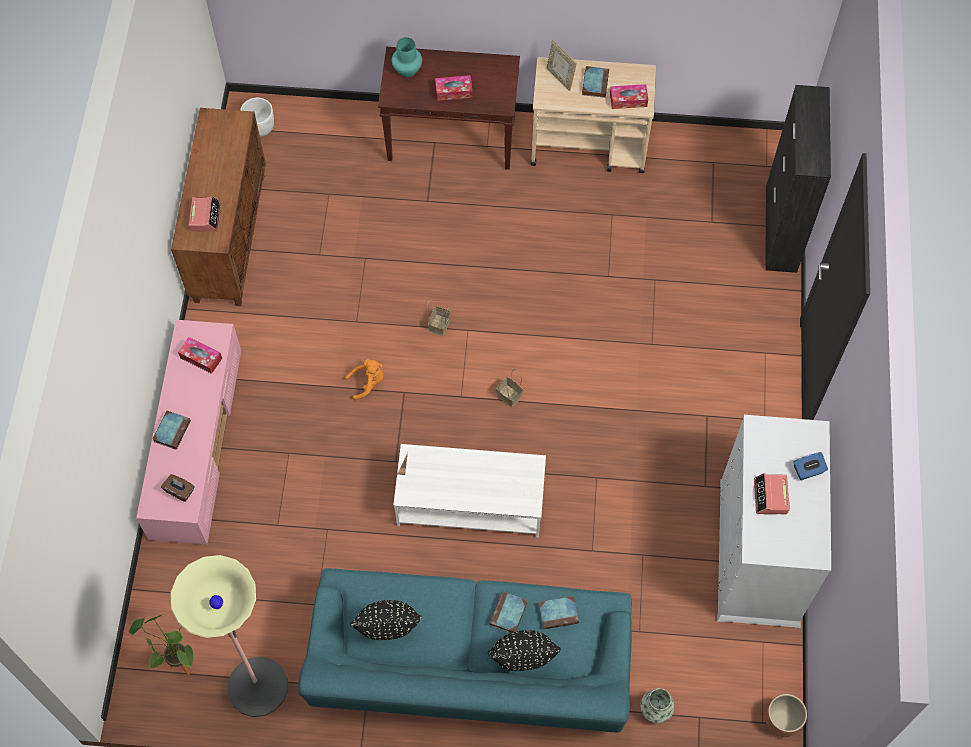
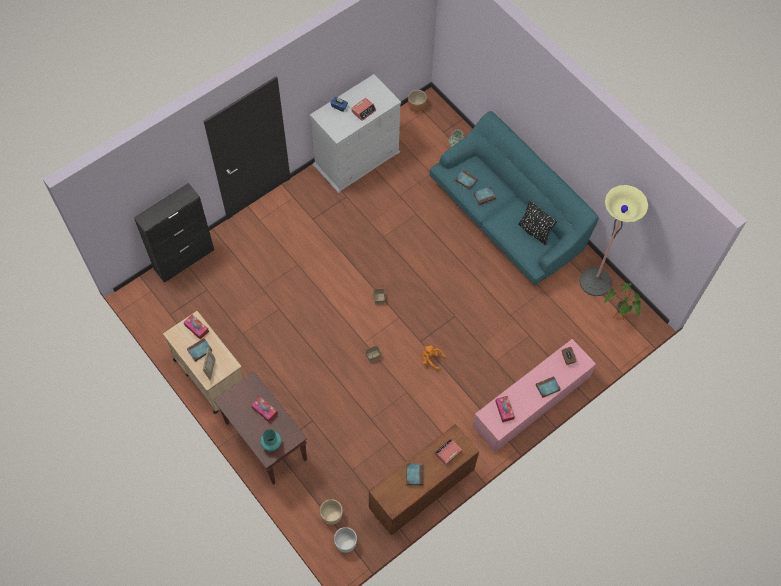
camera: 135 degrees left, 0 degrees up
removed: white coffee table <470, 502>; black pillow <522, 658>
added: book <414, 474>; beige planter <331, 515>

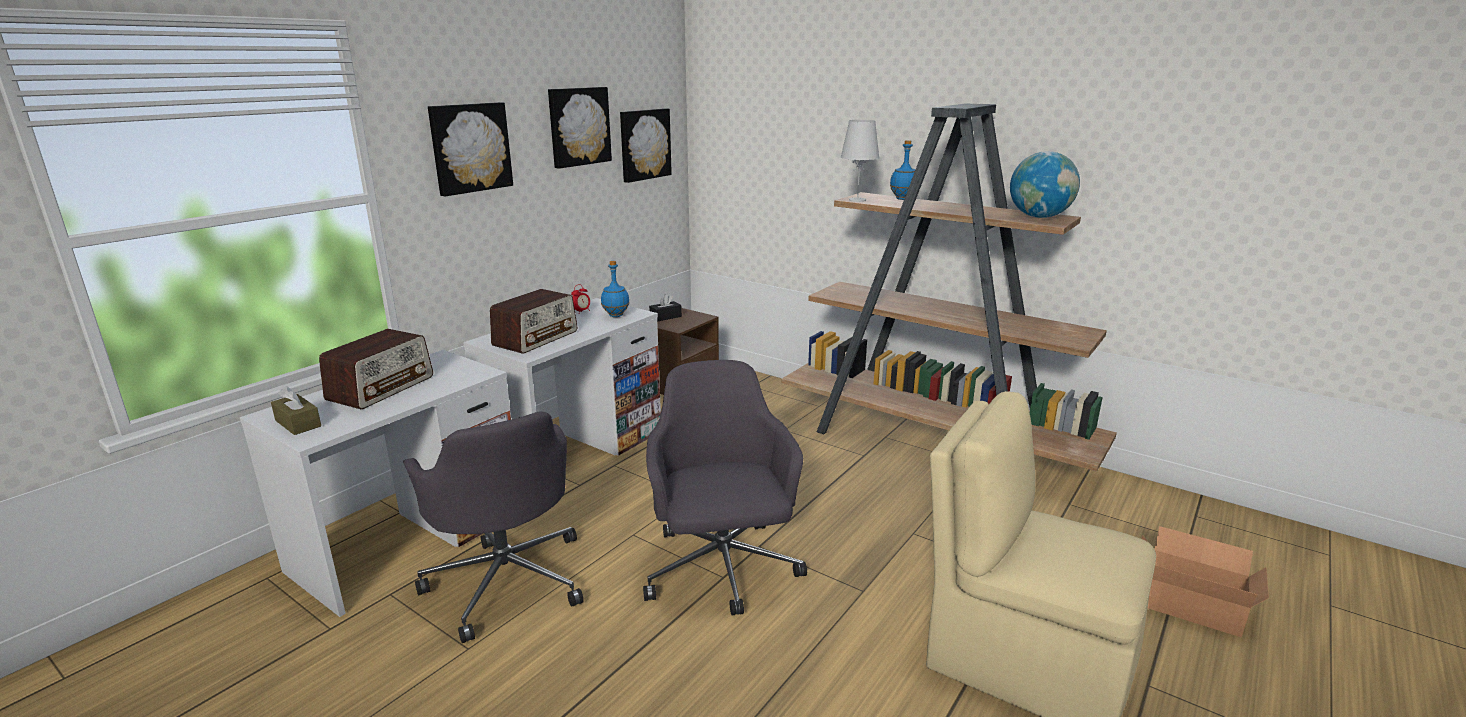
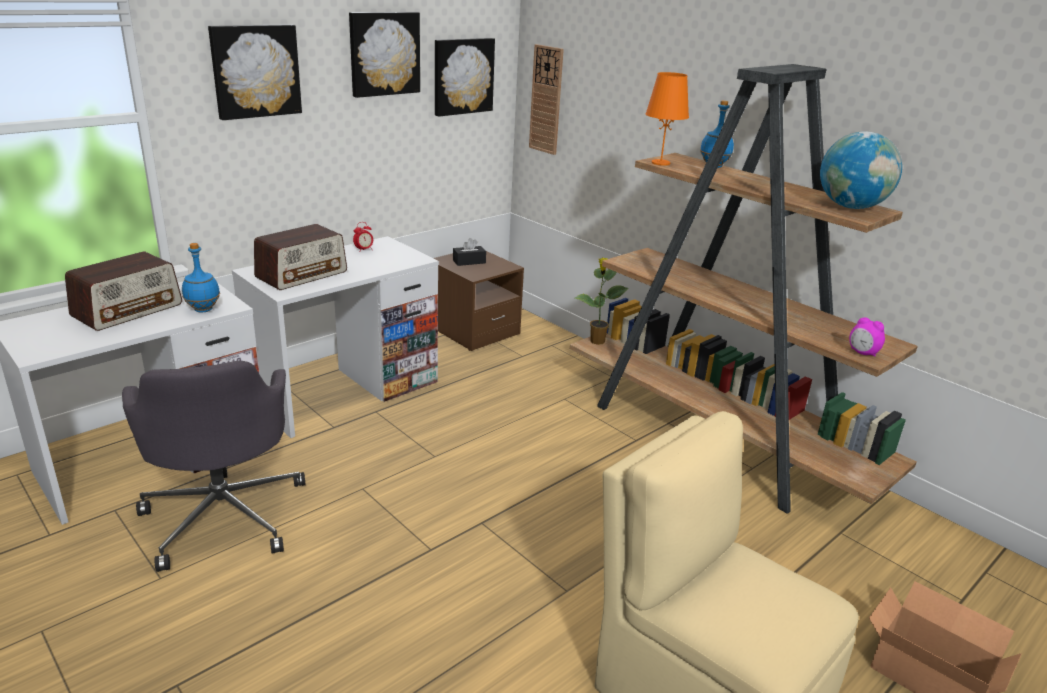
camera: 10 degrees right, 5 degrees up
removed: grey office chair <722, 569>; brown tissue box <298, 423>
added: wall clock <546, 100>; potted plant <597, 341>; alarm clock <862, 353>
moved: blue bottle <615, 315> to <203, 309>
recoloured: white table lamp <857, 200> to orange table lamp <661, 163>

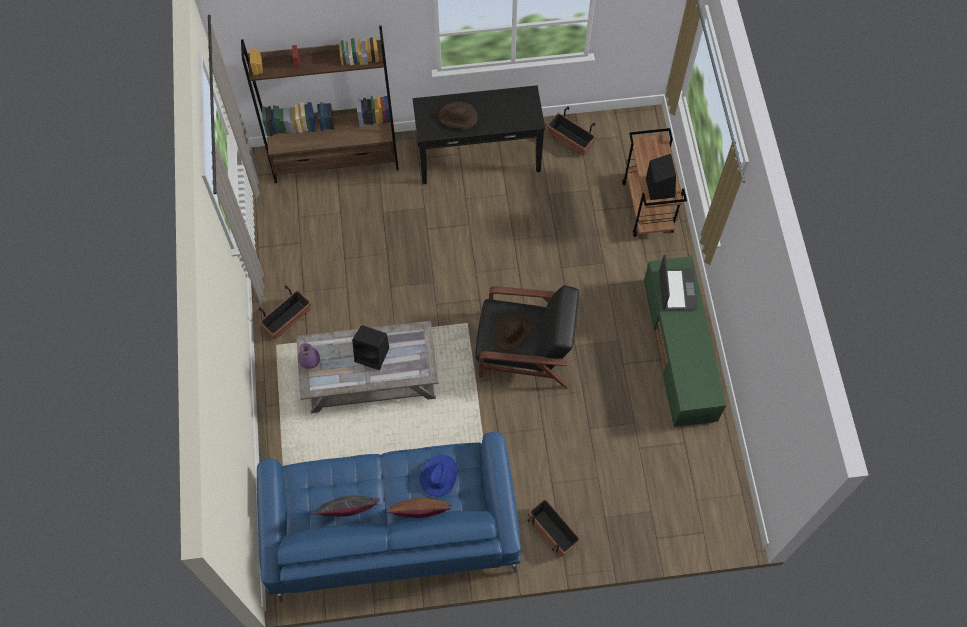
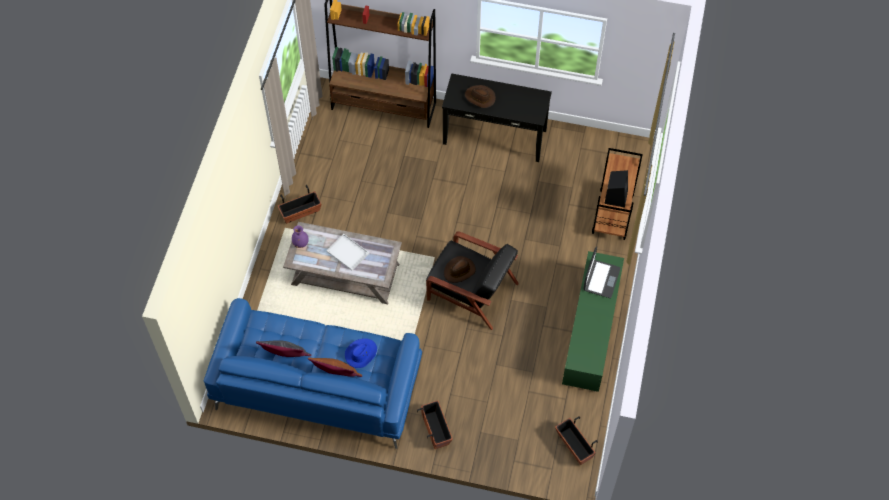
camera: 20 degrees right, 5 degrees down
moved: planter <570, 140> to <574, 446>
replaced: black speaker <373, 354> to white tray <348, 252>

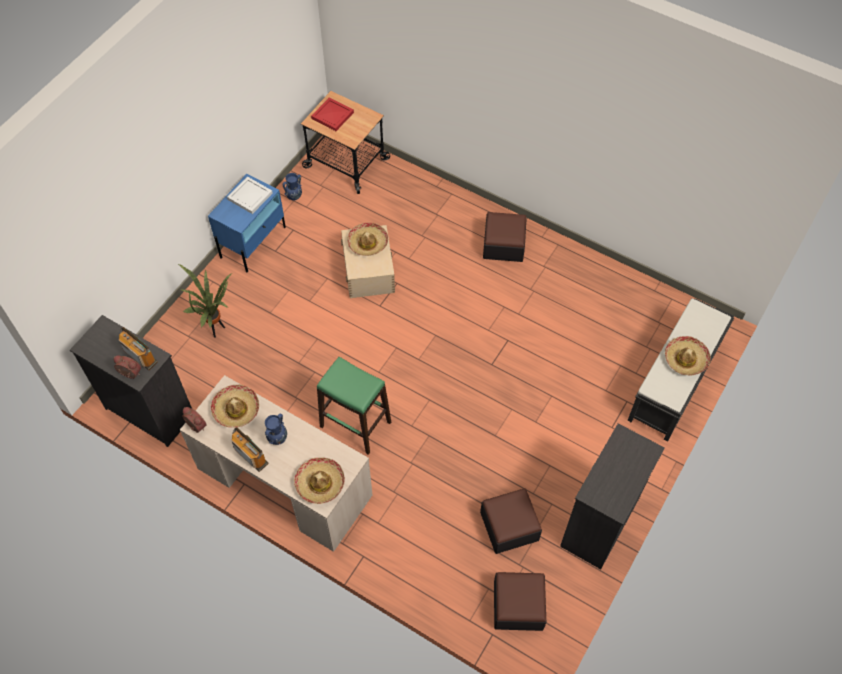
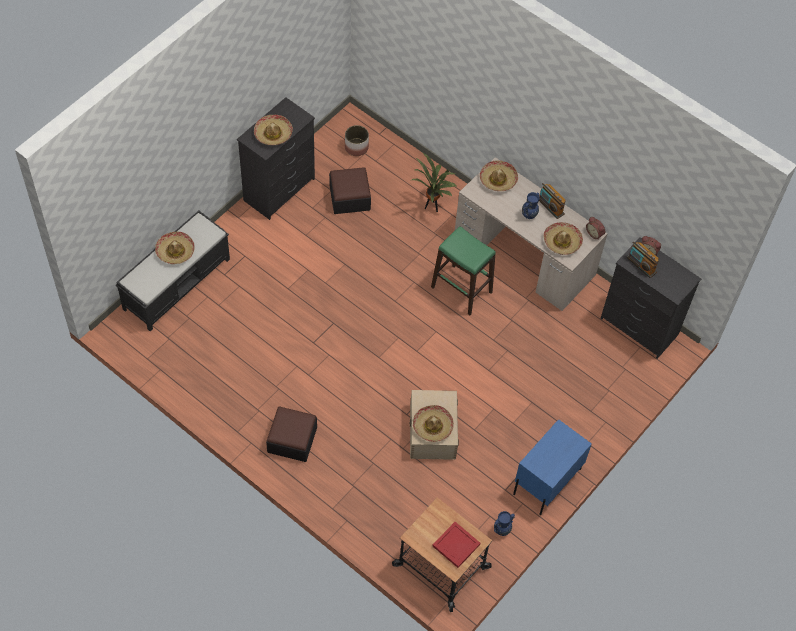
camera: 175 degrees left, 0 degrees up
removed: white tray <250, 197>
added: hat <273, 133>
moved: potted plant <216, 329> to <432, 208>
replaced: ottoman <518, 606> to planter <356, 147>

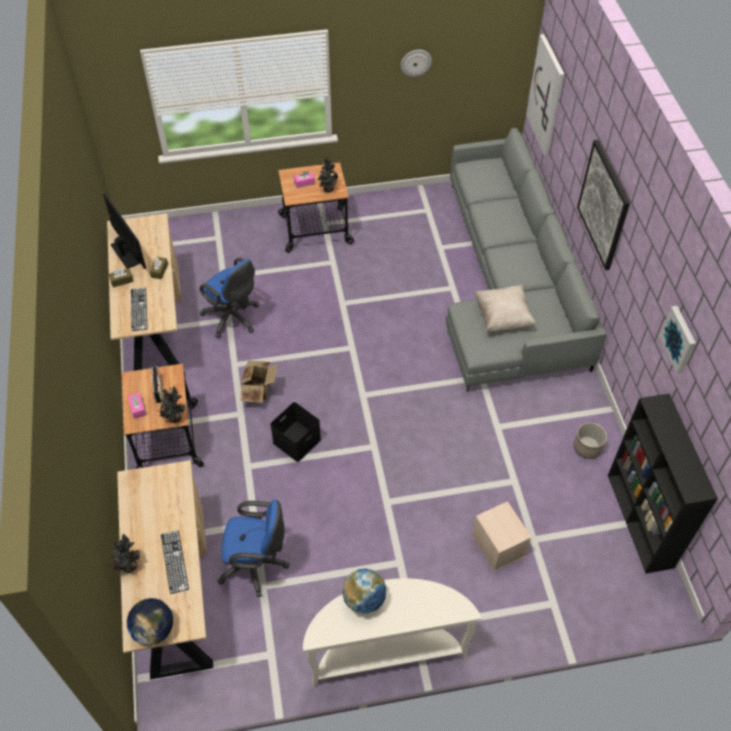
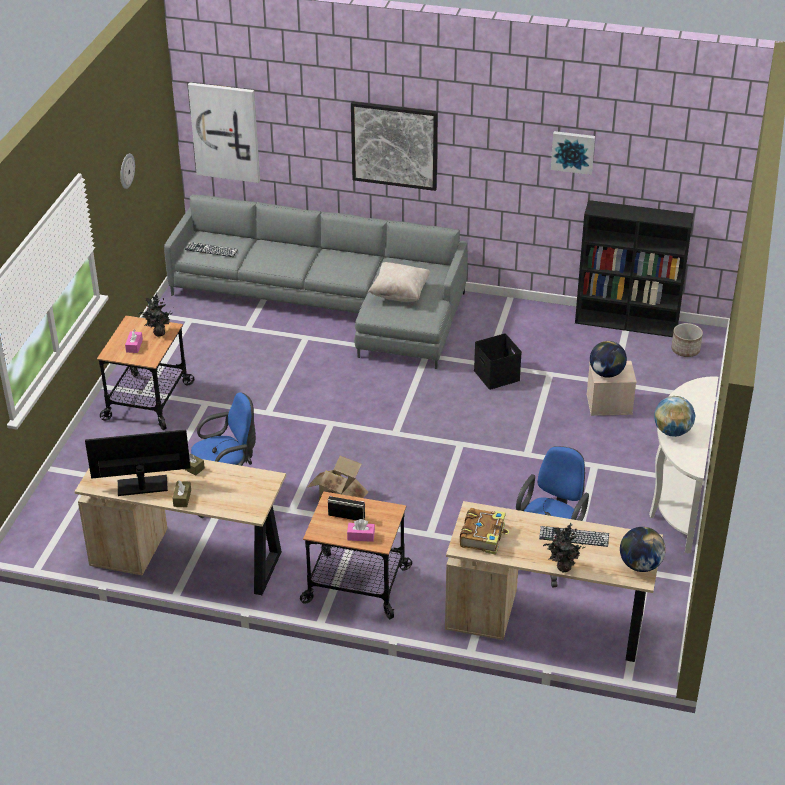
camera: 65 degrees left, 15 degrees down
removed: potted plant <174, 417>
added: globe <606, 373>; book <483, 536>
moved: keyboard <139, 309> to <211, 250>; black storage box <297, 442> to <497, 375>; planter <587, 447> to <685, 350>

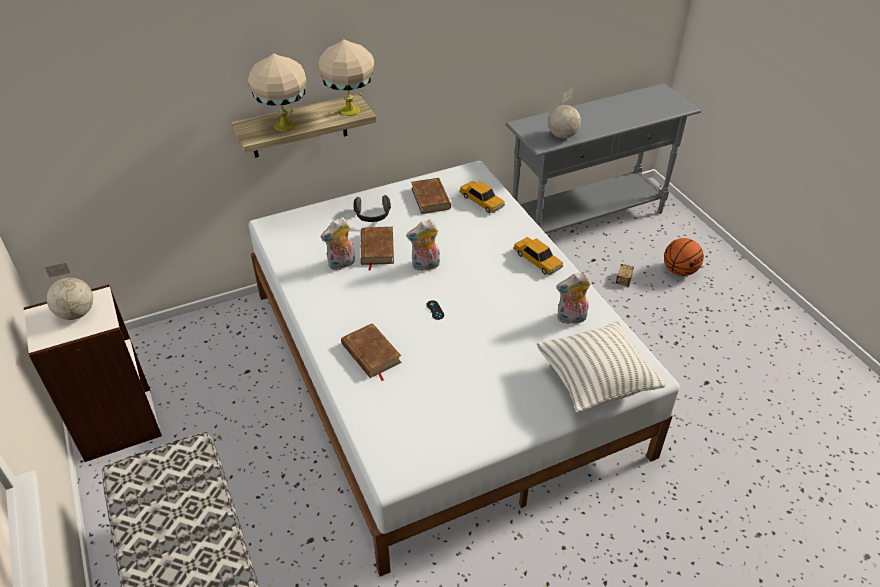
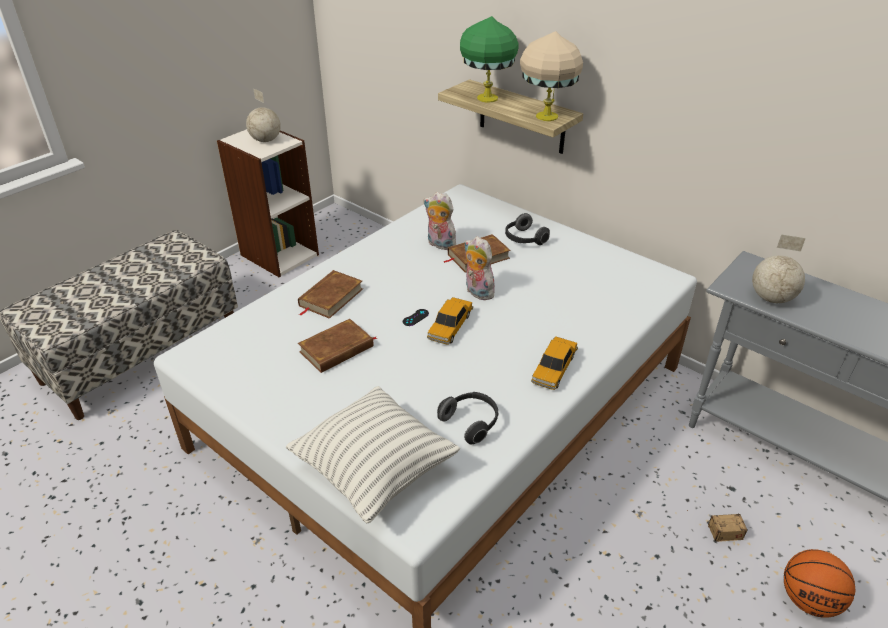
camera: 65 degrees right, 5 degrees down
moved: brown book <431, 198> to <337, 349>; toy car <481, 201> to <450, 326>
replaced: plush toy <571, 319> to headphones <471, 423>
recoloured: beige table lamp <284, 126> to green table lamp <486, 98>

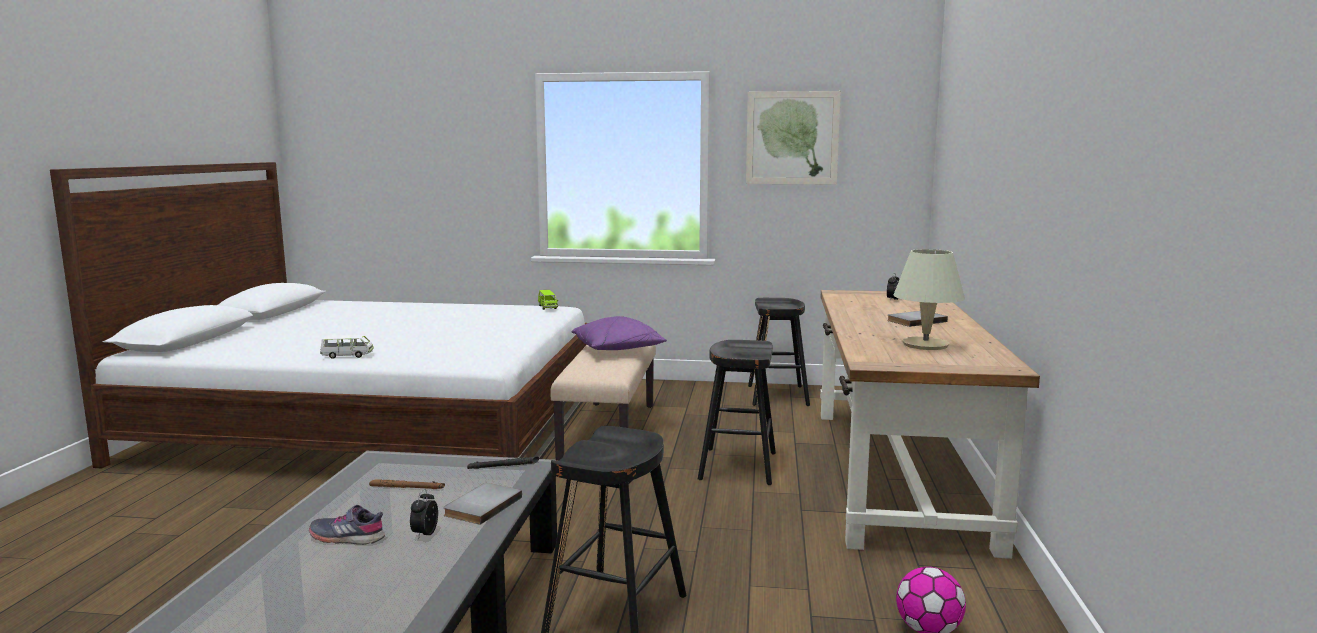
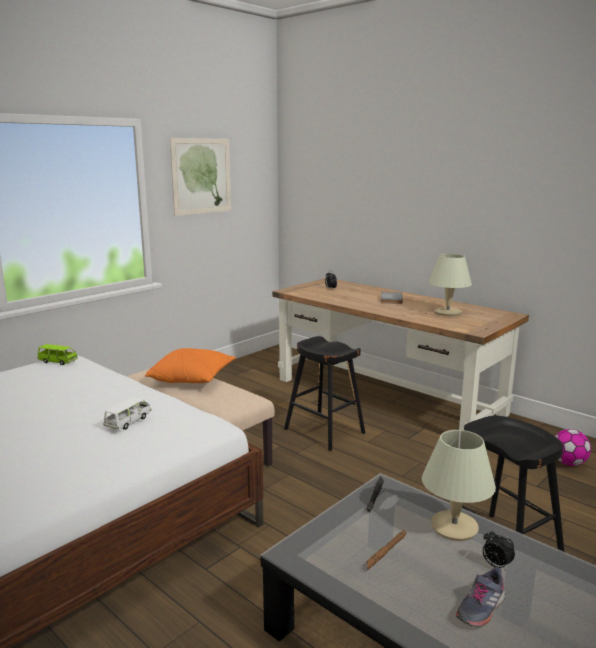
camera: 55 degrees left, 5 degrees up
removed: black stool <777, 395>
moved: white toy car <347, 356> to <128, 422>
replaced: grey book <481, 506> to beige table lamp <453, 526>
recoloured: purple pillow <618, 350> to orange pillow <192, 378>

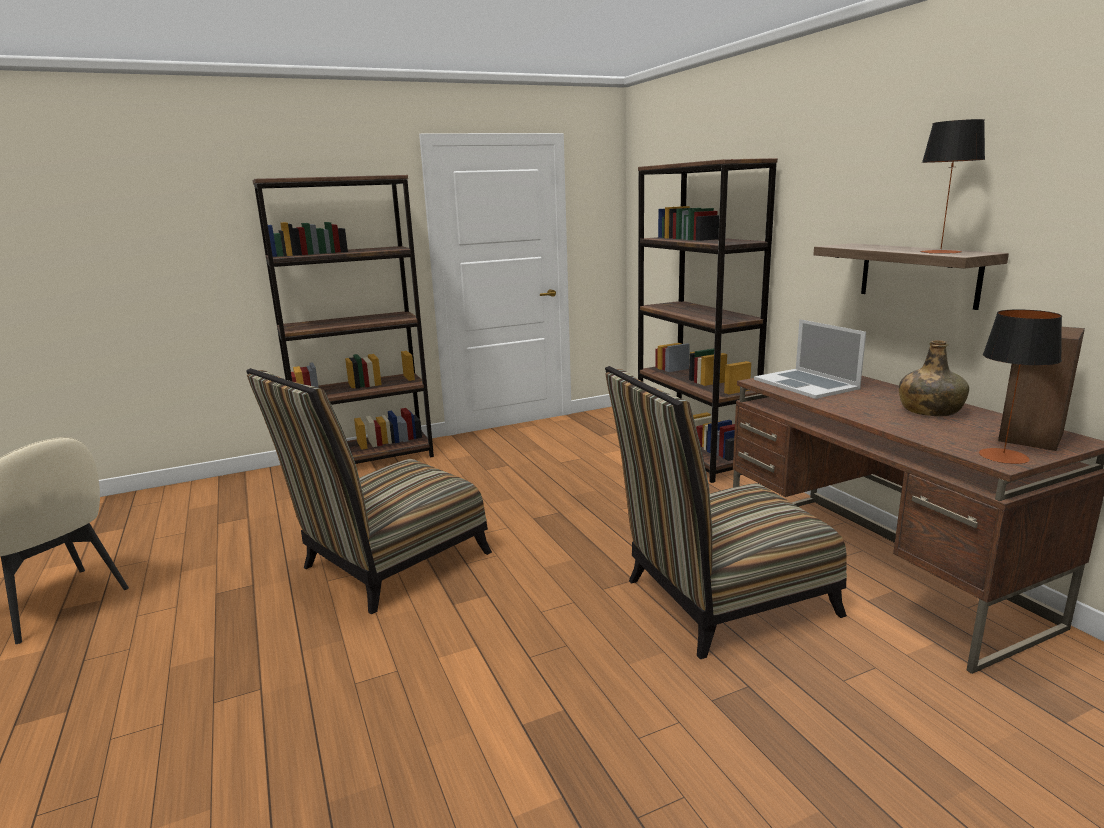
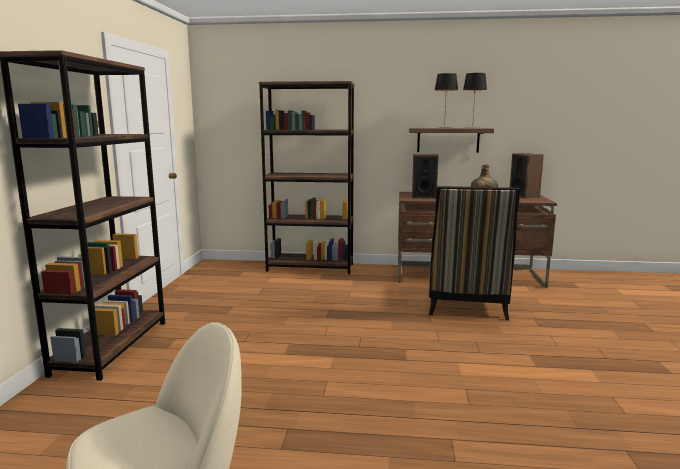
camera: 60 degrees left, 5 degrees down
removed: chair <387, 564>
moved: table lamp <1003, 456> to <444, 128>
replaced: laptop <806, 384> to speaker <424, 196>

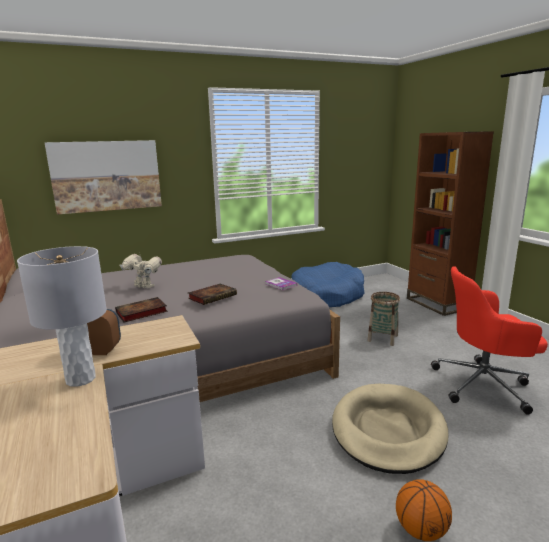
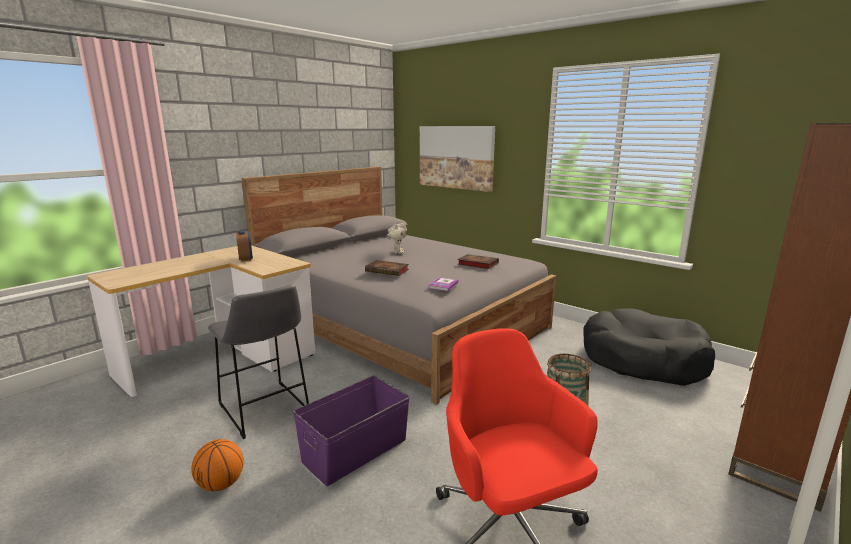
camera: 65 degrees right, 0 degrees up
removed: grey table lamp <80, 379>
added: grey stool <265, 411>
moved: book <140, 313> to <476, 264>
replaced: beige dog bed <388, 430> to purple storage box <354, 450>
recoloured: blue dog bed <326, 296> to black dog bed <642, 360>

